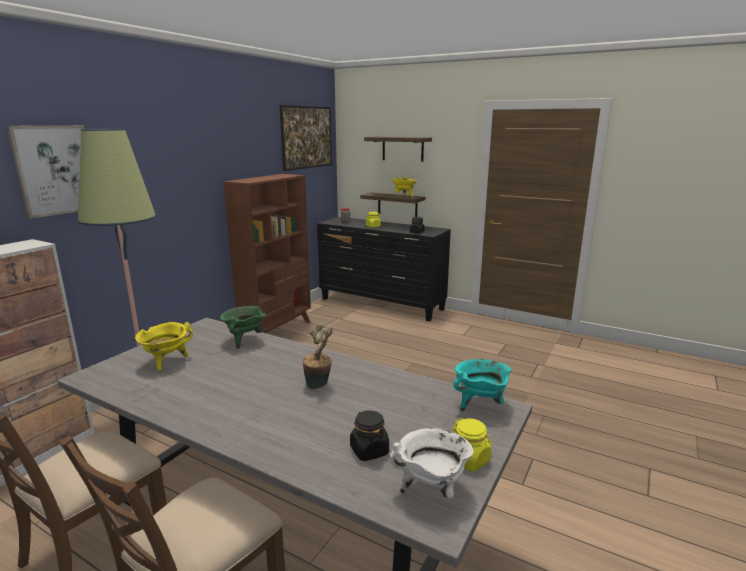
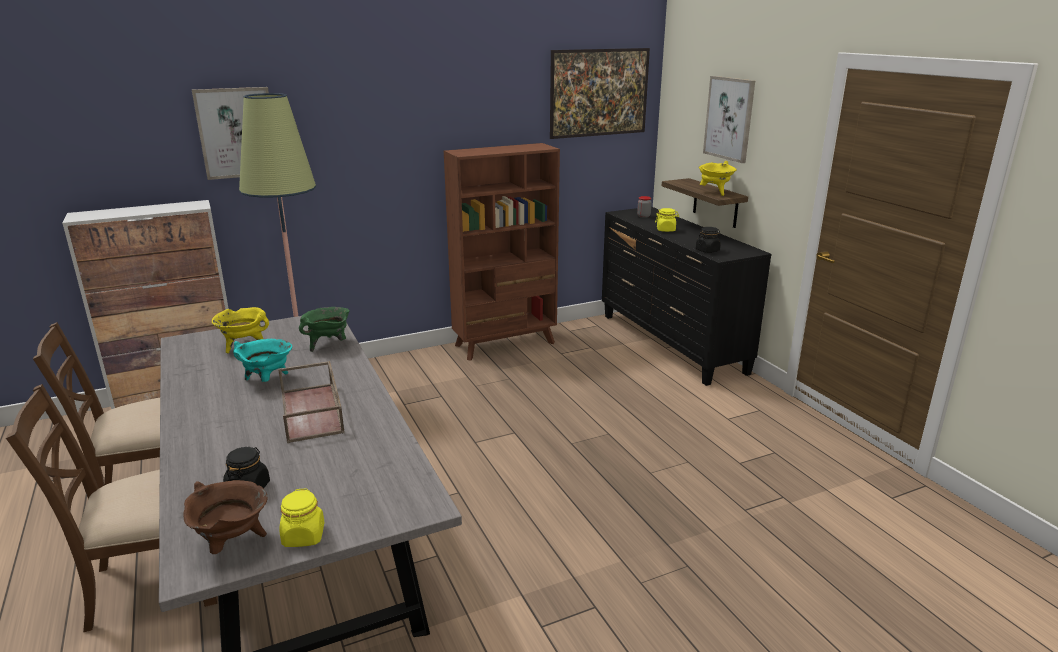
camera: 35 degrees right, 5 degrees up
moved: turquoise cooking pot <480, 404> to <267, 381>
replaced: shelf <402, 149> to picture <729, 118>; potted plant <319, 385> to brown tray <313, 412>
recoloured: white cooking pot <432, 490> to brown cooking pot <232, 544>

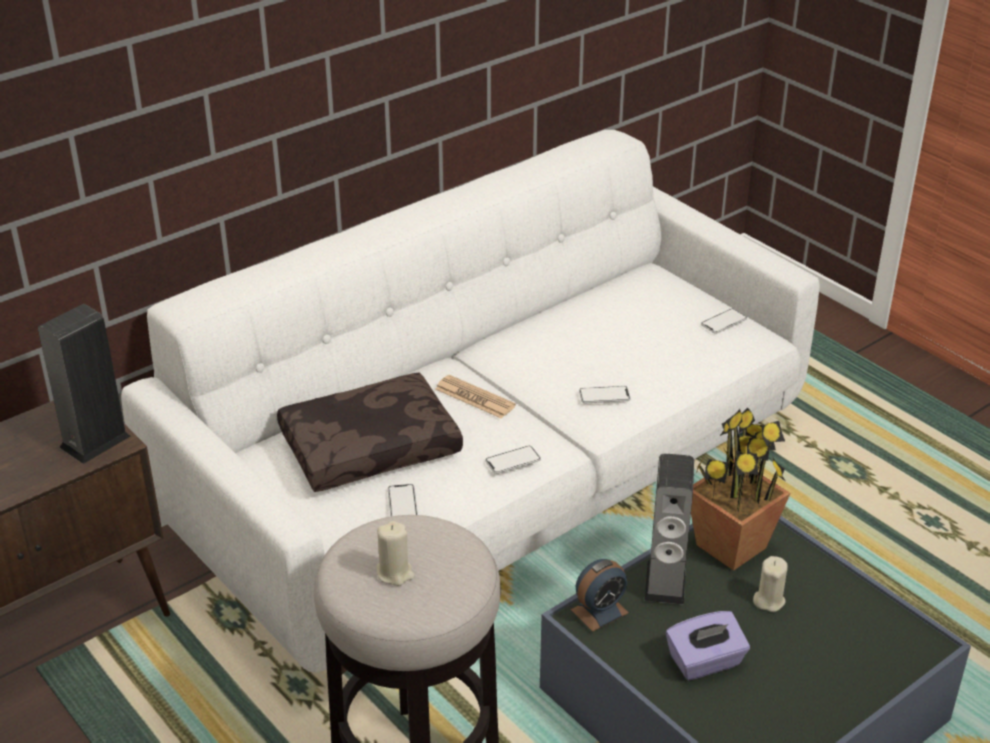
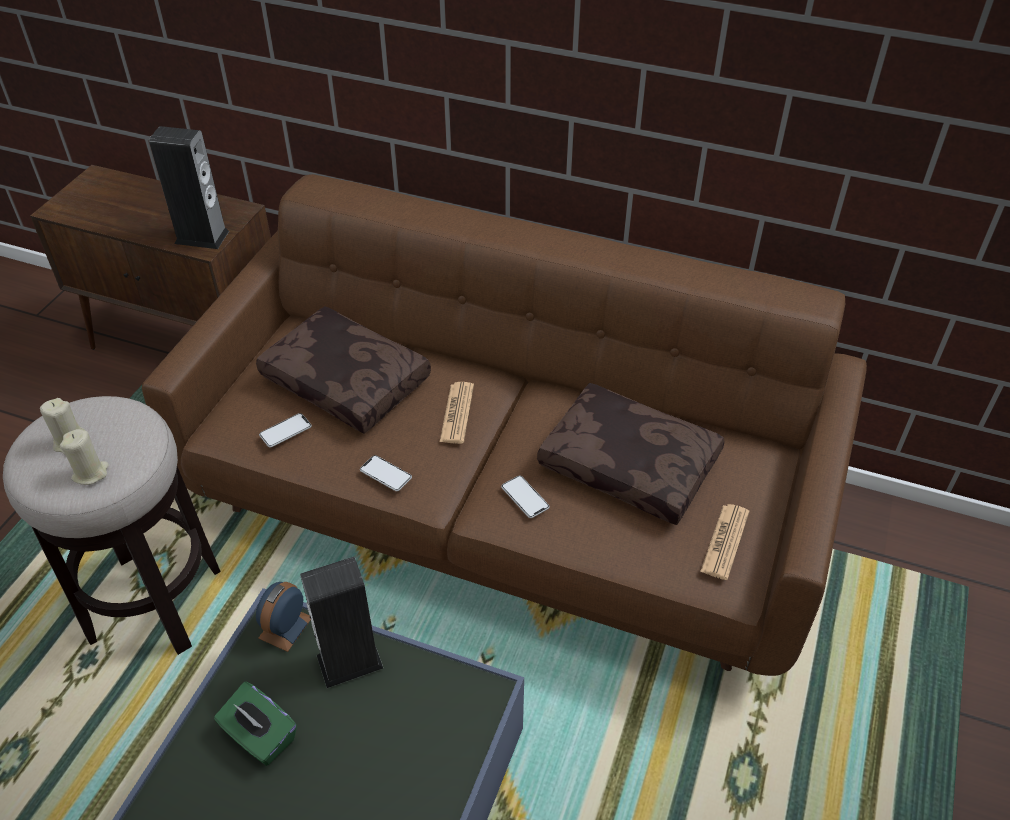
camera: 60 degrees right, 10 degrees up
removed: potted plant <730, 546>
added: brown pillow <631, 464>
moved: beige candle <768, 600> to <90, 473>
replaced: phone <723, 322> to newspaper <725, 542>
recoloured: white sofa <493, 485> to brown sofa <506, 502>; purple tissue box <705, 662> to green tissue box <260, 736>
turned: alarm clock <599, 611> = <285, 627> 90 degrees clockwise

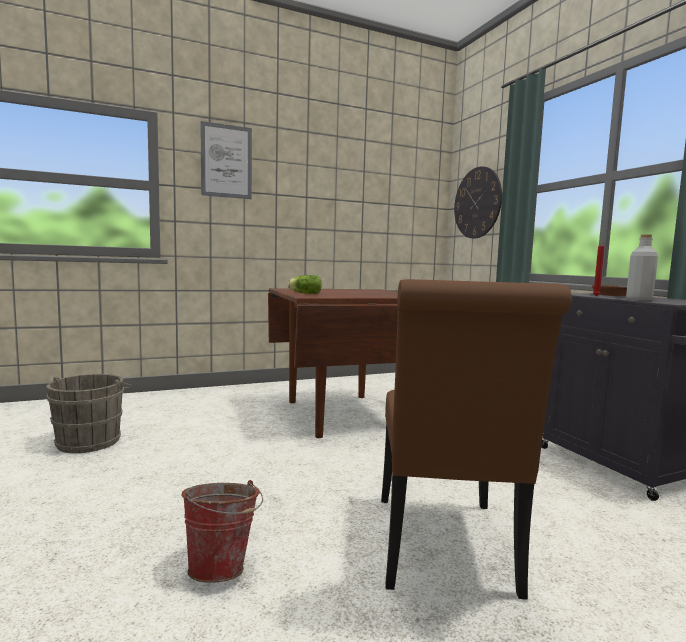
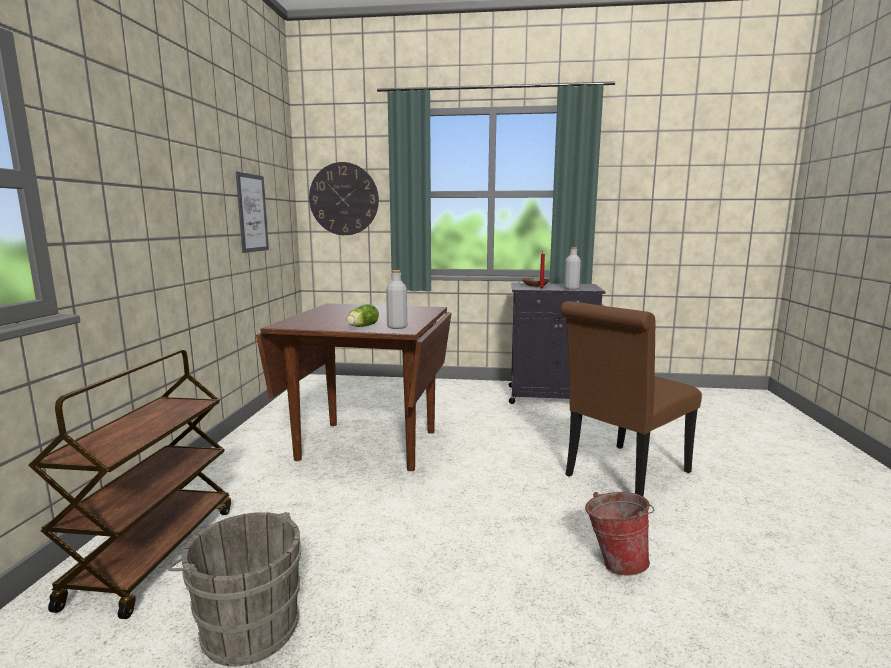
camera: 60 degrees left, 5 degrees up
added: grey bottle <397, 327>; brown cart <154, 553>
moved: picture <226, 161> to <252, 213>
turned: brown chair <444, 550> = <623, 476> 105 degrees clockwise

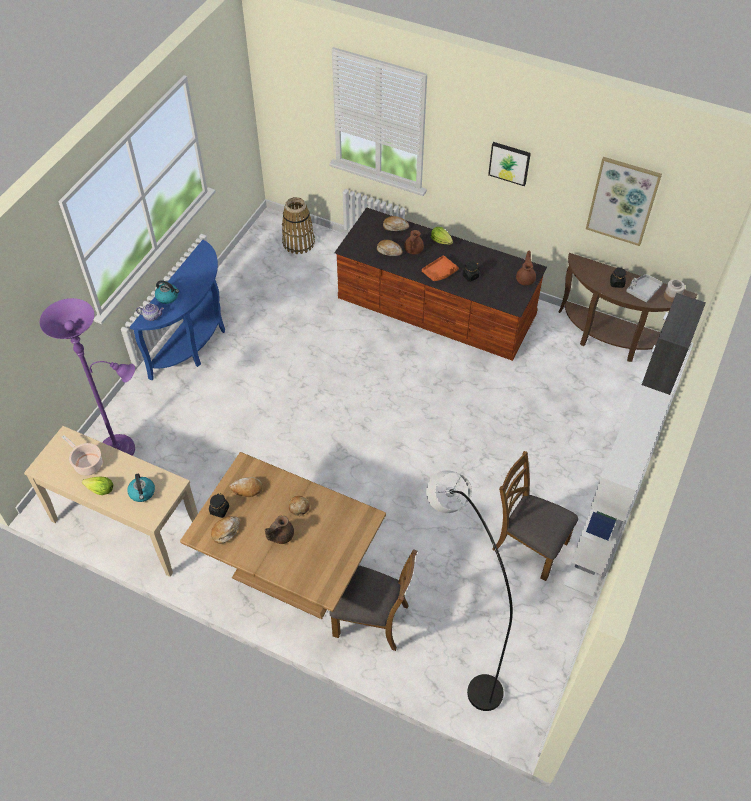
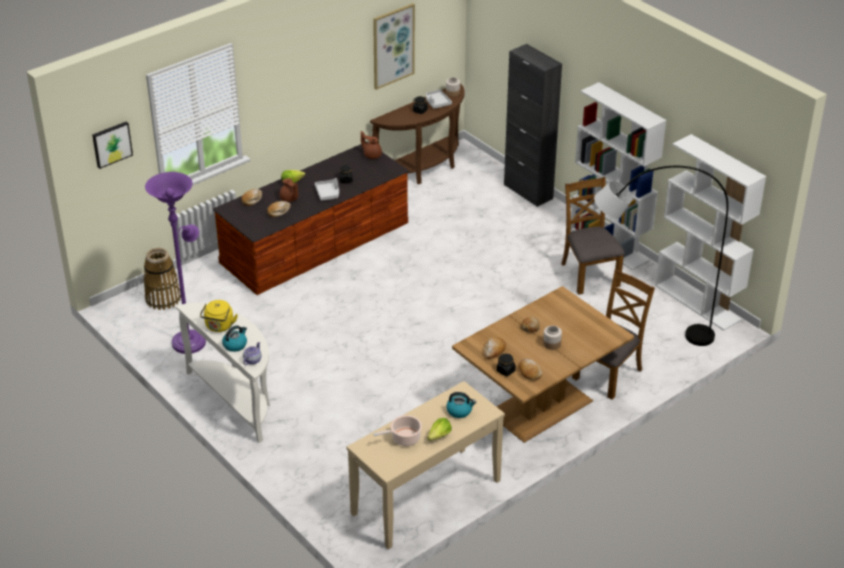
camera: 65 degrees left, 15 degrees down
added: white bookcase <698, 302>; yellow kettle <219, 327>
moved: picture <509, 163> to <111, 144>; purple floor lamp <122, 449> to <190, 339>
replaced: brown teapot <280, 535> to jar <551, 344>
recoloured: blue console table <195, 342> to white console table <237, 400>; orange tray <440, 272> to grey tray <328, 193>
turned: brown chair <529, 545> = <589, 274> 105 degrees clockwise

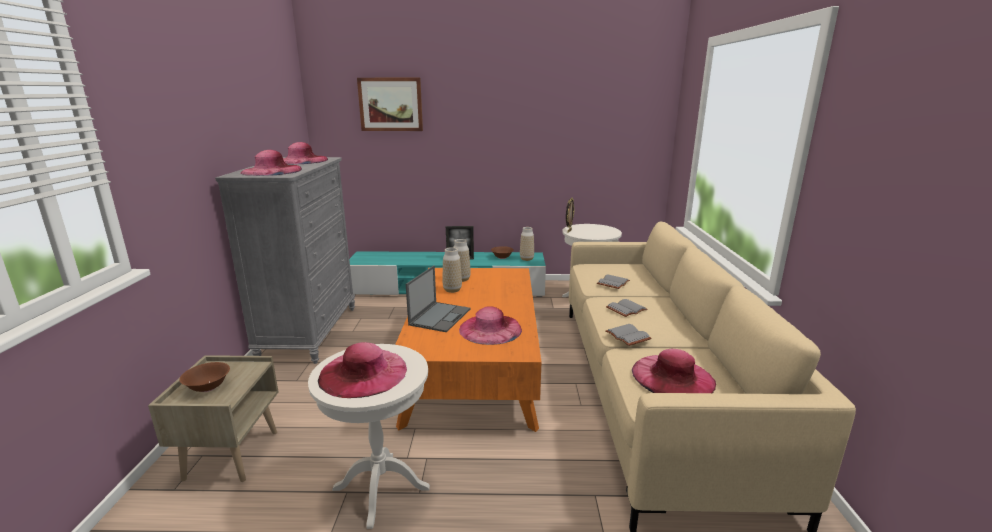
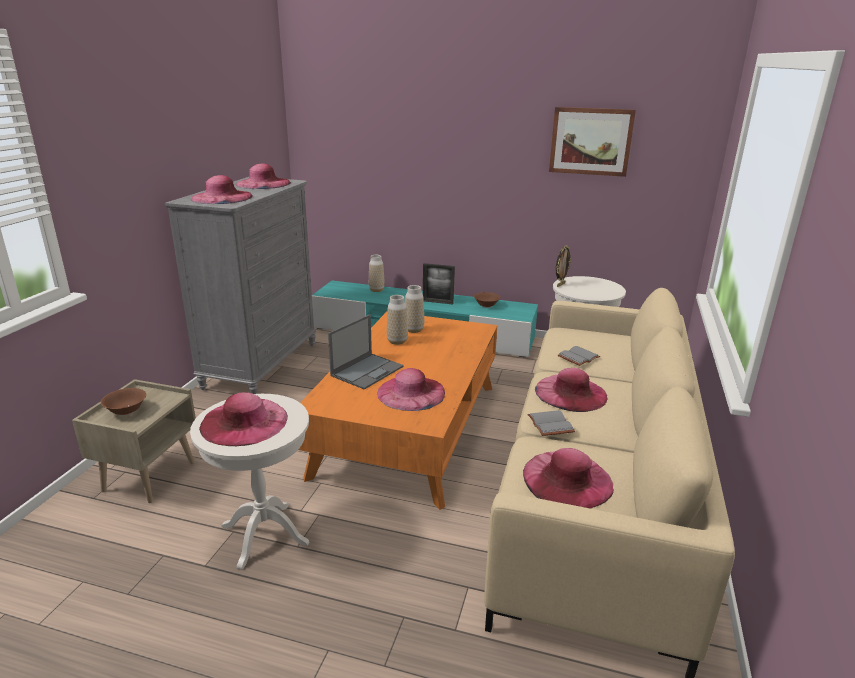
camera: 15 degrees right, 5 degrees up
moved: picture <390, 104> to <590, 141>; vase <526, 259> to <376, 290>
replaced: grey book <626, 310> to pink hat <571, 393>

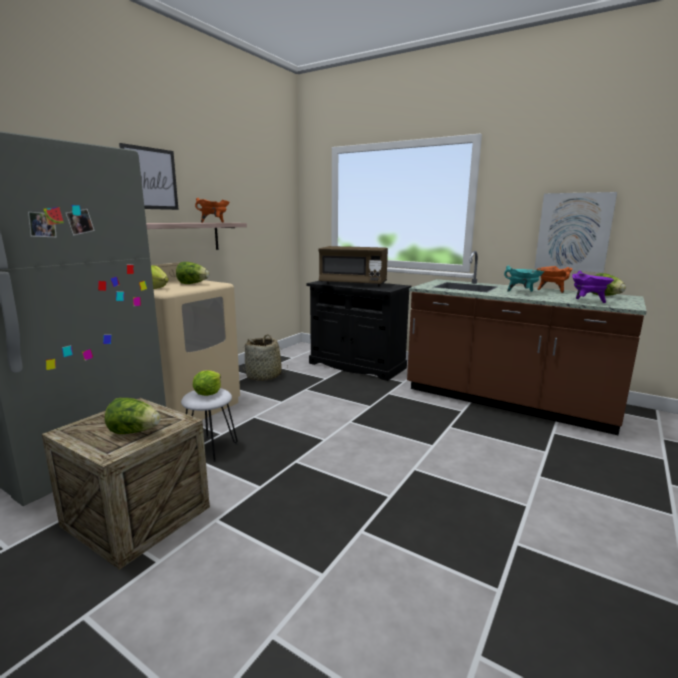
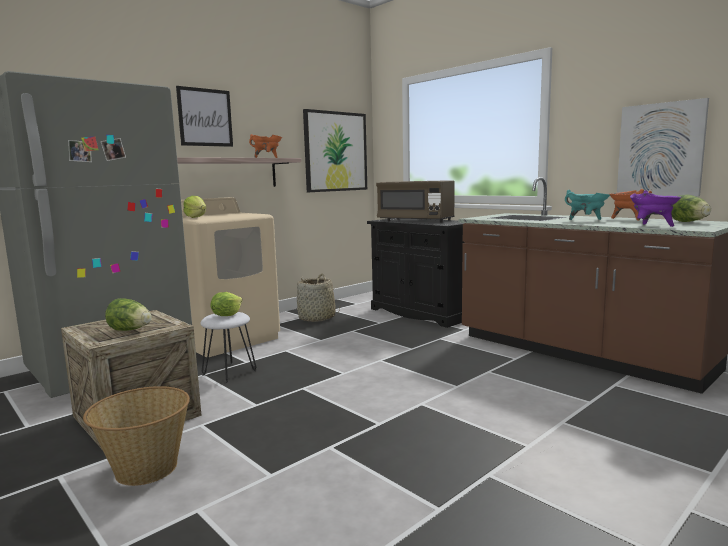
camera: 15 degrees right, 5 degrees down
removed: lettuce <192, 284>
added: picture <335, 151>; basket <145, 469>

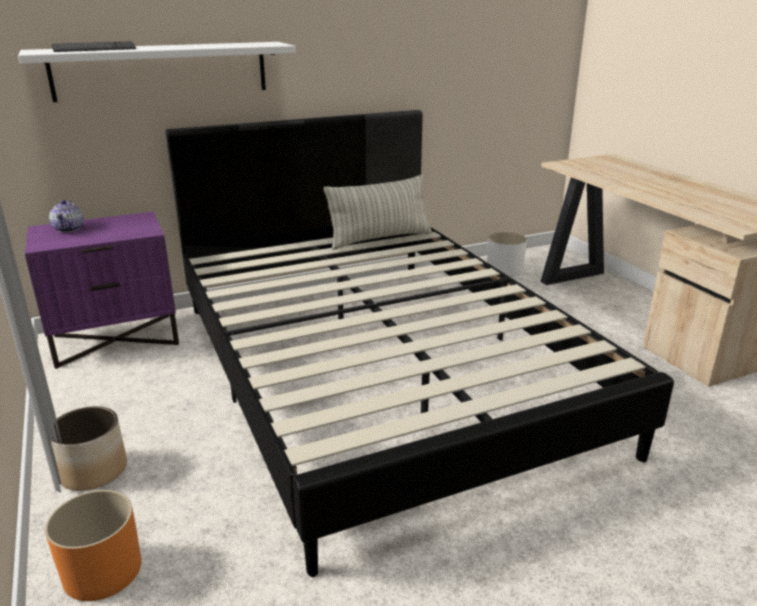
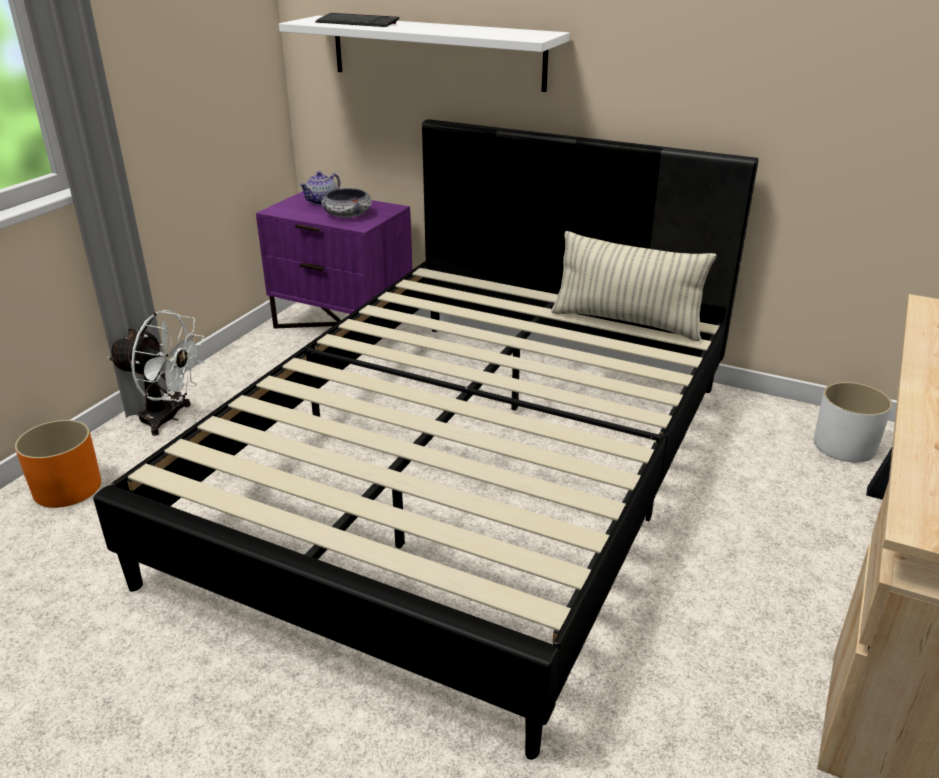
camera: 50 degrees right, 5 degrees up
added: bowl <347, 214>
replaced: planter <92, 471> to white fan <168, 418>

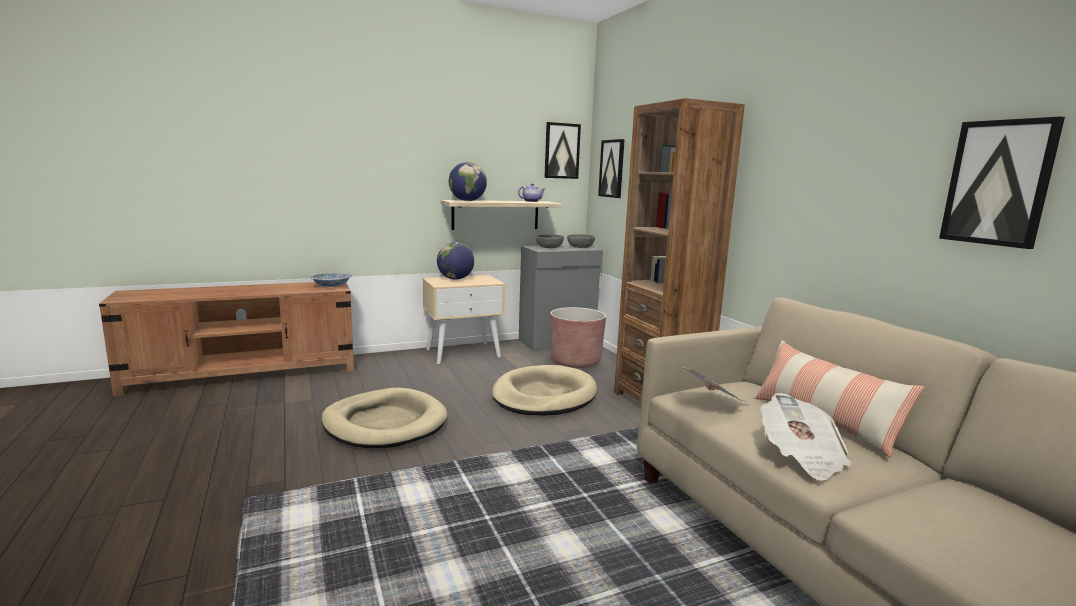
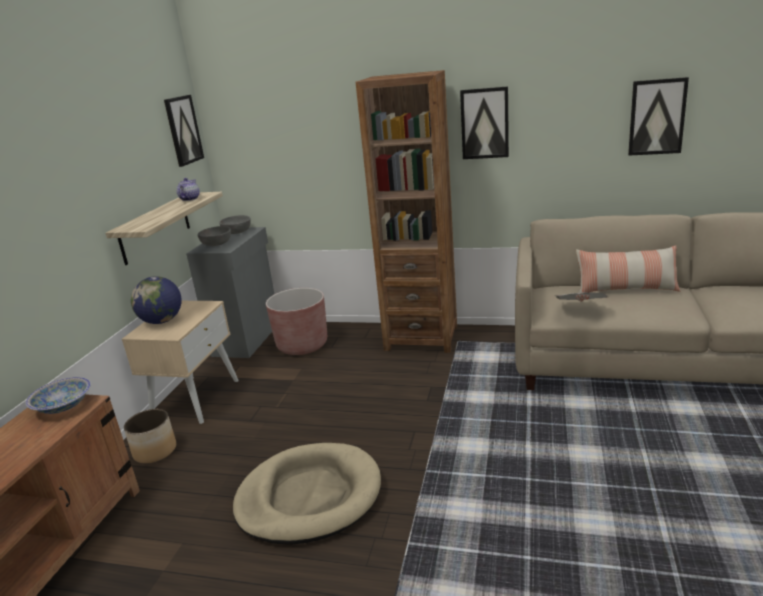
camera: 50 degrees left, 10 degrees up
removed: globe <467, 201>; beige dog bed <544, 396>; newspaper <801, 457>
added: planter <155, 451>
moved: picture <612, 168> to <484, 123>

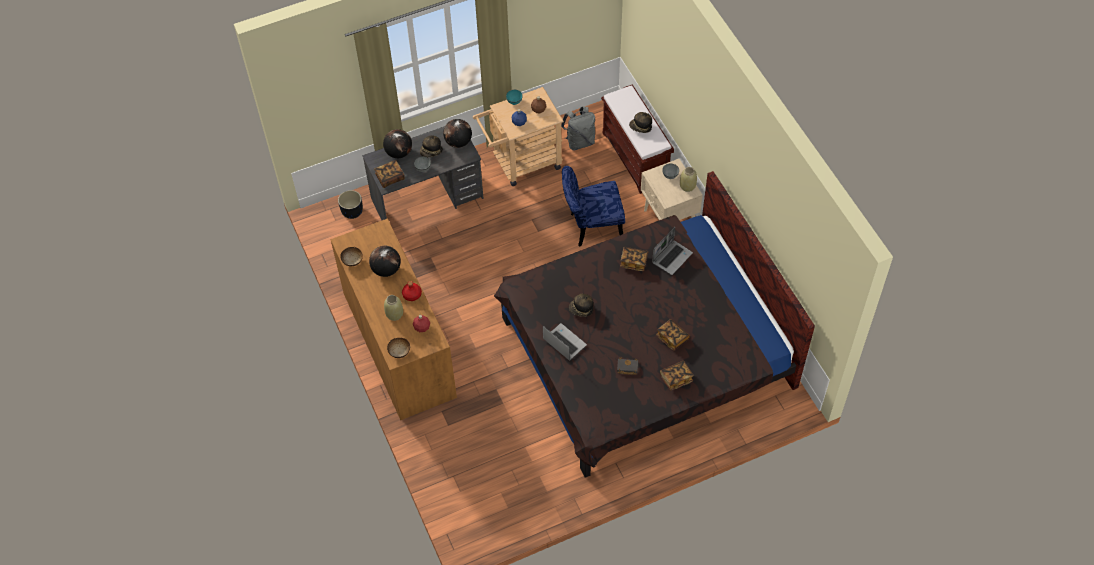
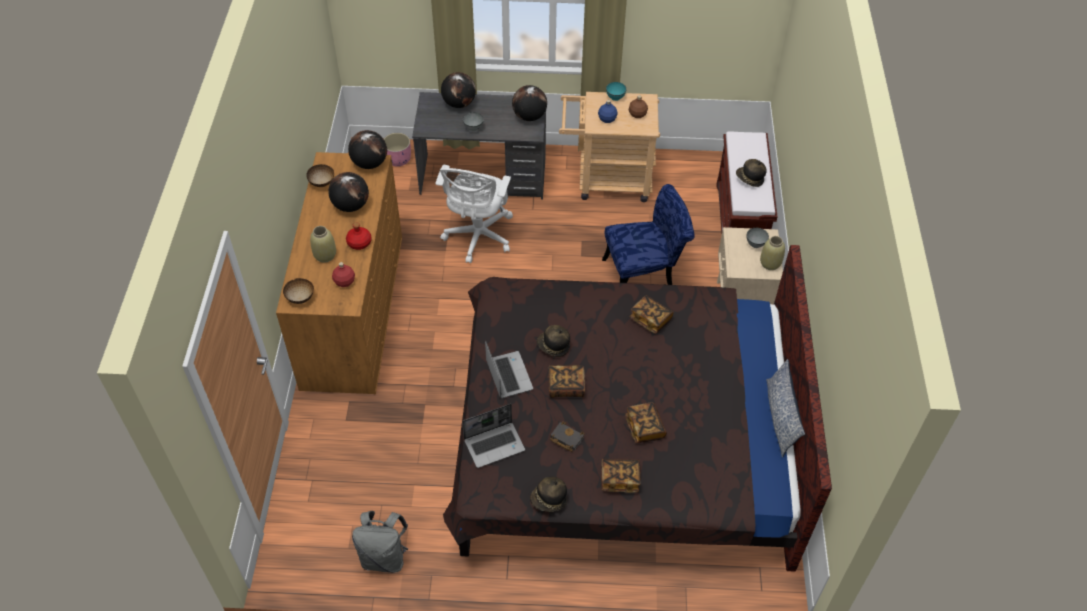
camera: 25 degrees right, 5 degrees down
added: globe <369, 163>; white office chair <478, 238>; pillow <780, 417>
moved: grey backpack <579, 141> to <384, 557>; hat <431, 152> to <549, 500>; book <390, 178> to <566, 387>; laptop <672, 257> to <495, 444>
recoloured: black planter <352, 212> to pink planter <398, 160>
turned: blue chair <591, 227> = <644, 275> 150 degrees clockwise

